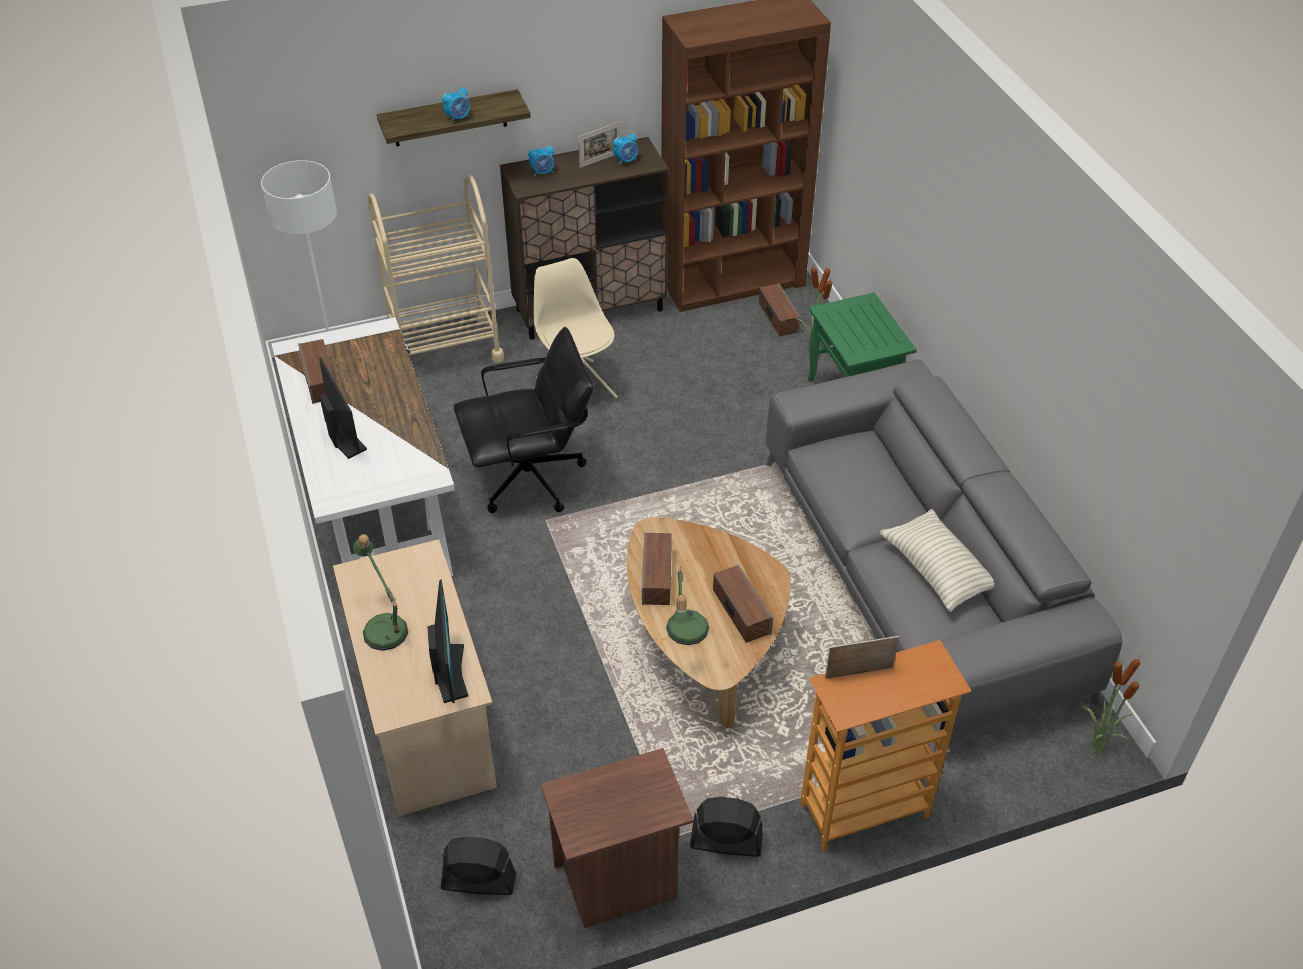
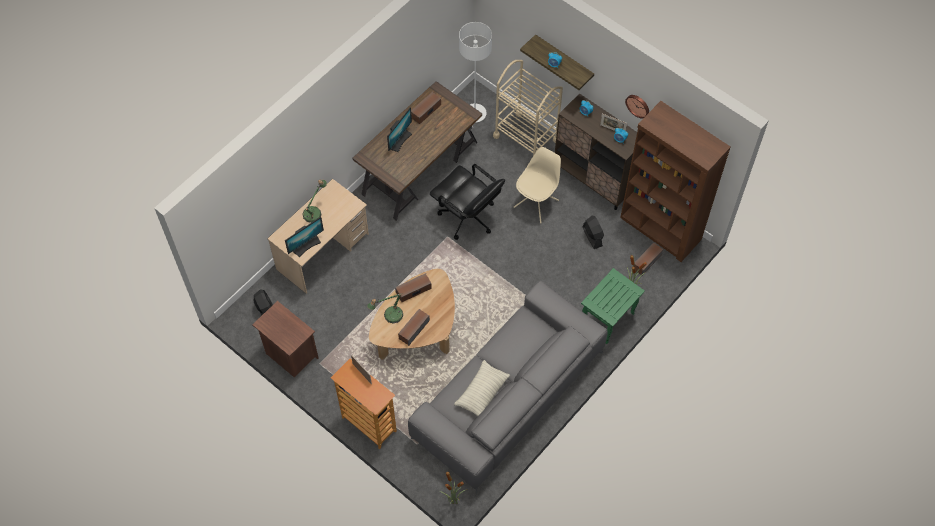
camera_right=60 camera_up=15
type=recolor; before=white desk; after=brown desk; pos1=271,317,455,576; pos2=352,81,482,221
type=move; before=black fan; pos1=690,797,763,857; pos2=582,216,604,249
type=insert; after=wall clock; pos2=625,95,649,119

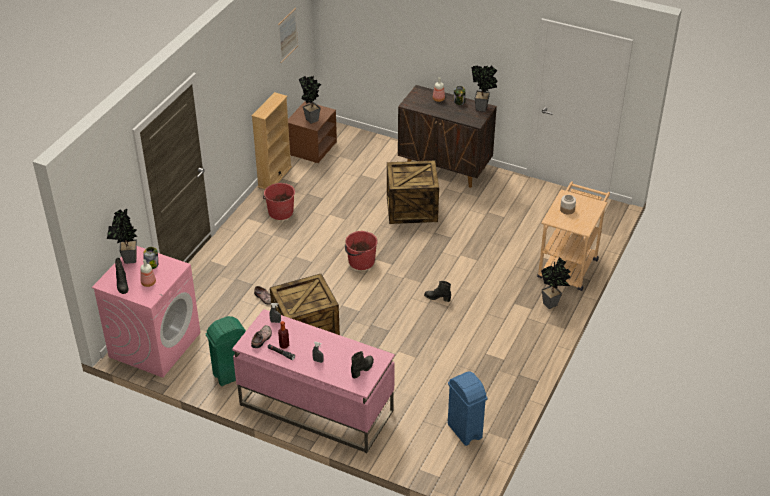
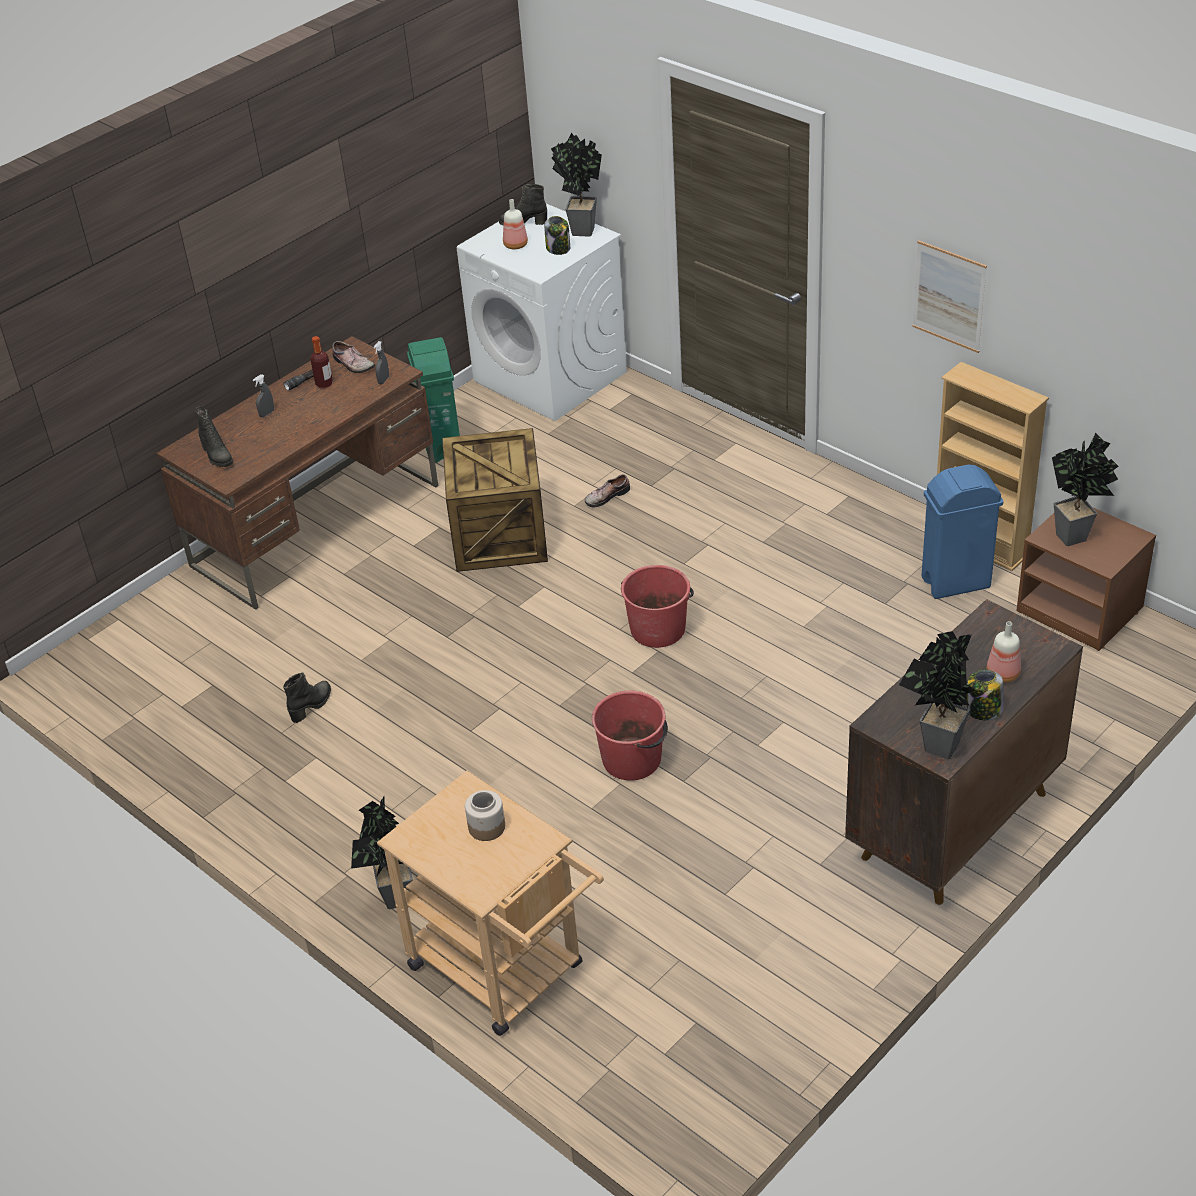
camera_right=110 camera_up=0
type=move; before=picture; pos1=278,8,298,63; pos2=912,240,987,353
type=delete; before=crate; pos1=387,161,439,224
type=move; before=red bucket; pos1=263,183,295,220; pos2=592,691,668,781
type=recolor; before=pink washing machine; after=white washing machine; pos1=92,246,201,378; pos2=457,204,627,421
type=move; before=black boot; pos1=424,281,451,302; pos2=283,672,331,723
type=recolor; before=pink desk; after=brown desk; pos1=232,309,395,453; pos2=156,336,438,610
type=move; before=blue trash can; pos1=448,371,488,446; pos2=921,465,1003,599

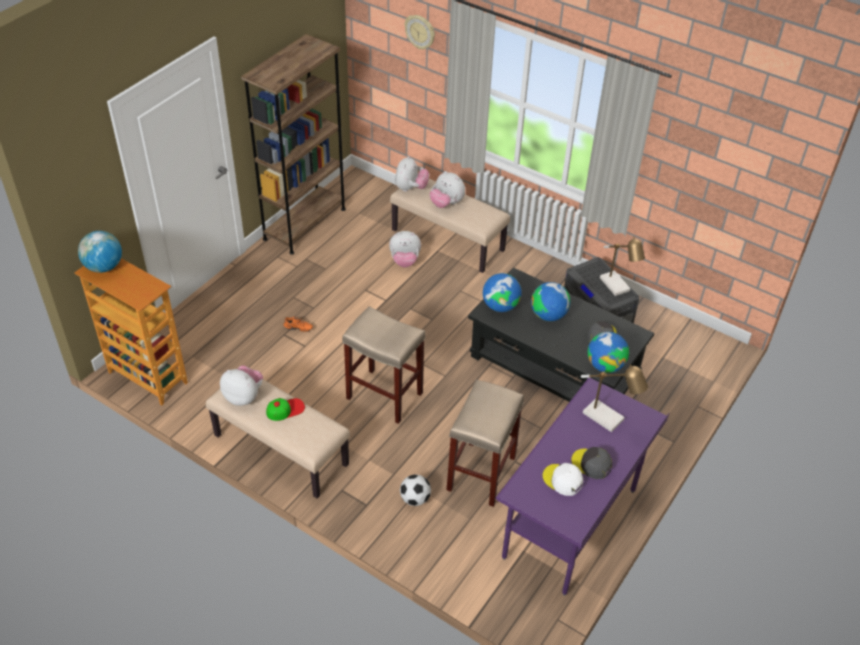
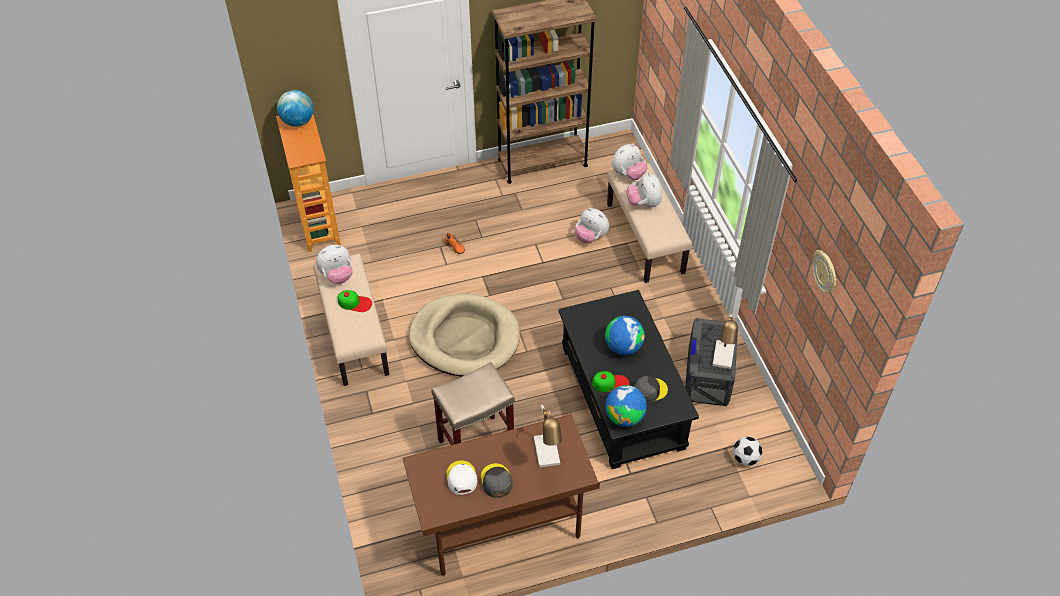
camera_right=40 camera_up=5
type=move; before=wall clock; pos1=405,15,435,49; pos2=812,250,837,293
type=delete; before=globe; pos1=483,273,522,312
type=replace; before=beige stool; after=beige dog bed; pos1=342,306,426,424; pos2=409,294,520,377
type=rotate; before=plush toy; pos1=220,365,263,406; pos2=316,245,352,284; turn=90
type=recolor; before=purple desk; after=brown desk; pos1=496,378,669,596; pos2=403,414,600,576
type=move; before=football; pos1=400,474,431,506; pos2=733,437,763,466
type=insert; after=cap; pos2=592,371,629,392

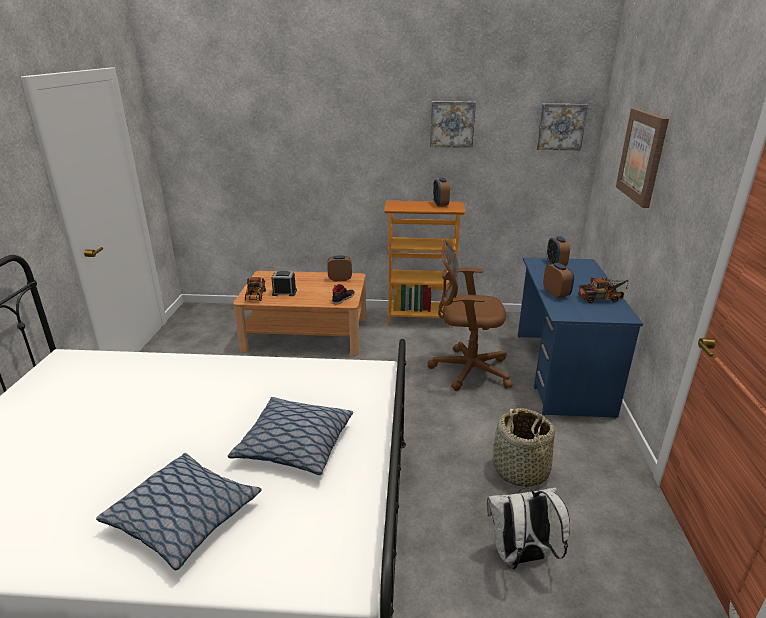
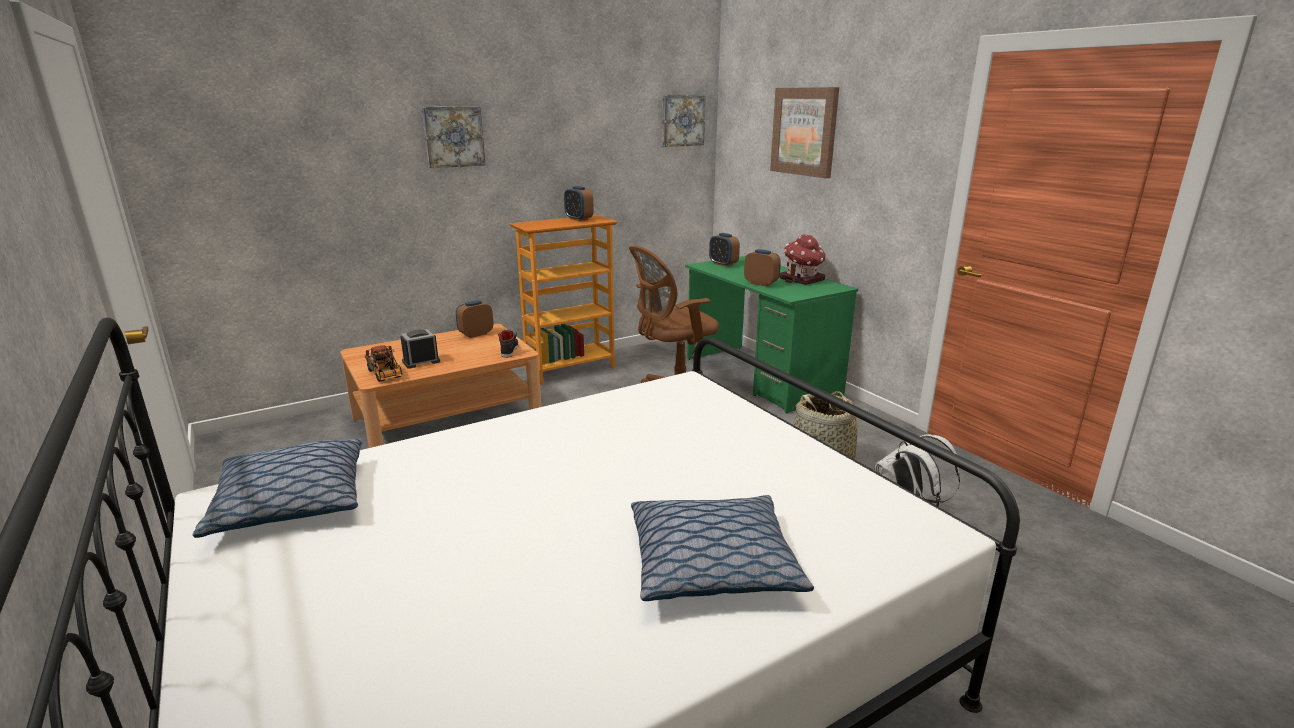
camera_right=-35 camera_up=-5
type=move; before=picture; pos1=430,101,476,148; pos2=422,106,485,168
type=recolor; before=blue desk; after=green desk; pos1=518,258,643,418; pos2=685,256,858,413
type=replace; before=toy truck; after=toy house; pos1=578,277,628,303; pos2=779,234,826,285
type=move; before=pillow; pos1=228,397,353,475; pos2=192,439,362,538

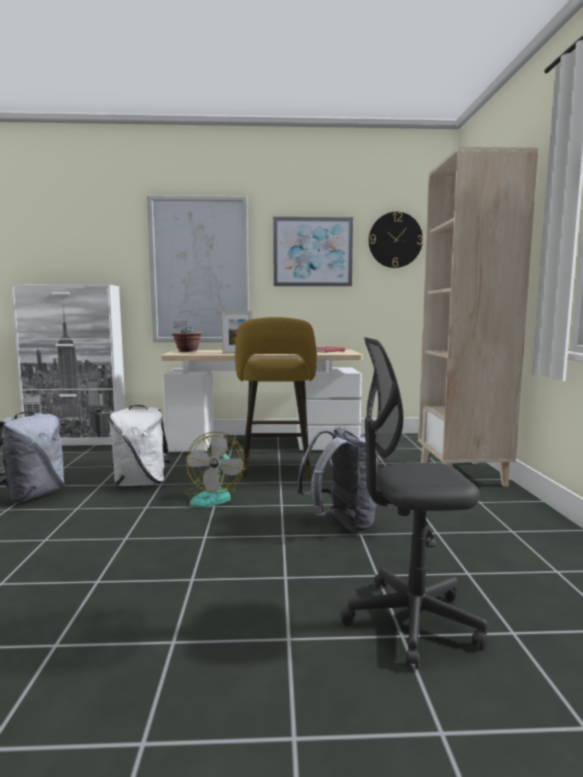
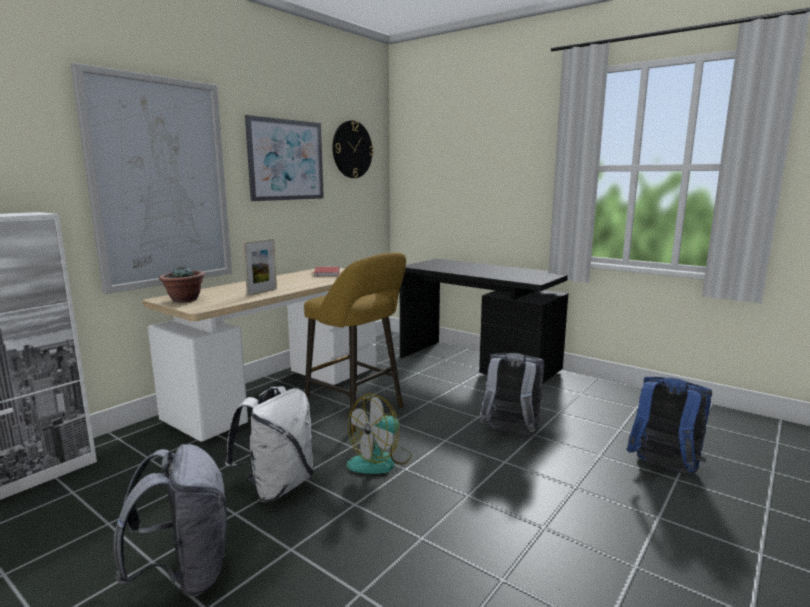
camera_right=-50 camera_up=5
type=replace; before=beige bookcase; after=black desk; pos1=418,146,539,487; pos2=400,259,568,384
type=replace; before=grey office chair; after=blue backpack; pos1=340,337,487,669; pos2=627,377,712,475
type=rotate; before=fan; pos1=184,432,246,508; pos2=347,393,412,474; turn=90

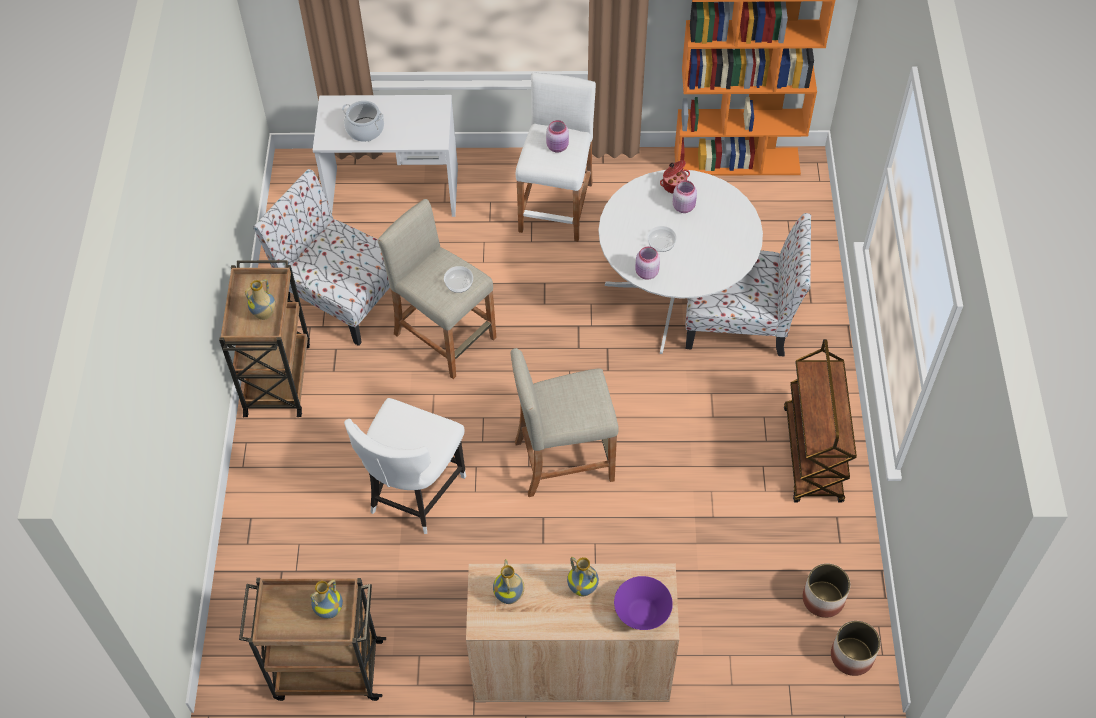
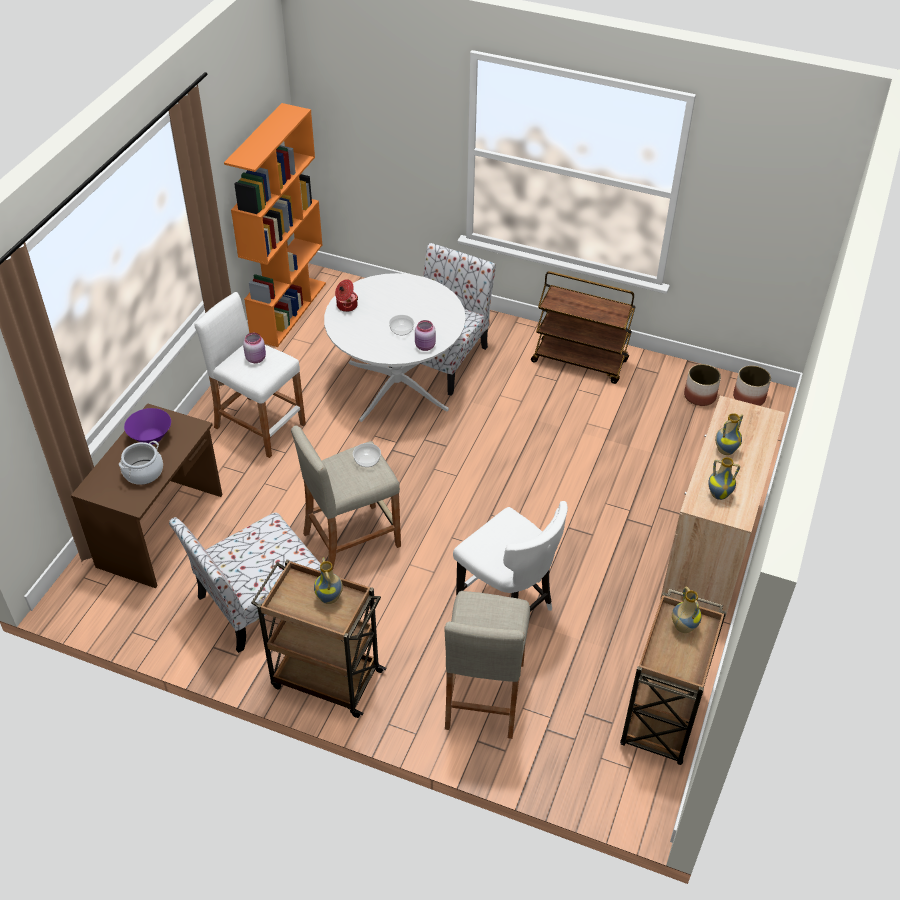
camera_right=-70 camera_up=-10
type=recolor; before=white desk; after=brown desk; pos1=313,95,458,217; pos2=71,403,222,588
type=delete; before=pink jar; pos1=673,180,697,213
type=move; before=beige stool; pos1=511,348,619,497; pos2=444,591,530,739
type=move; before=purple bowl; pos1=614,576,673,630; pos2=124,408,171,445

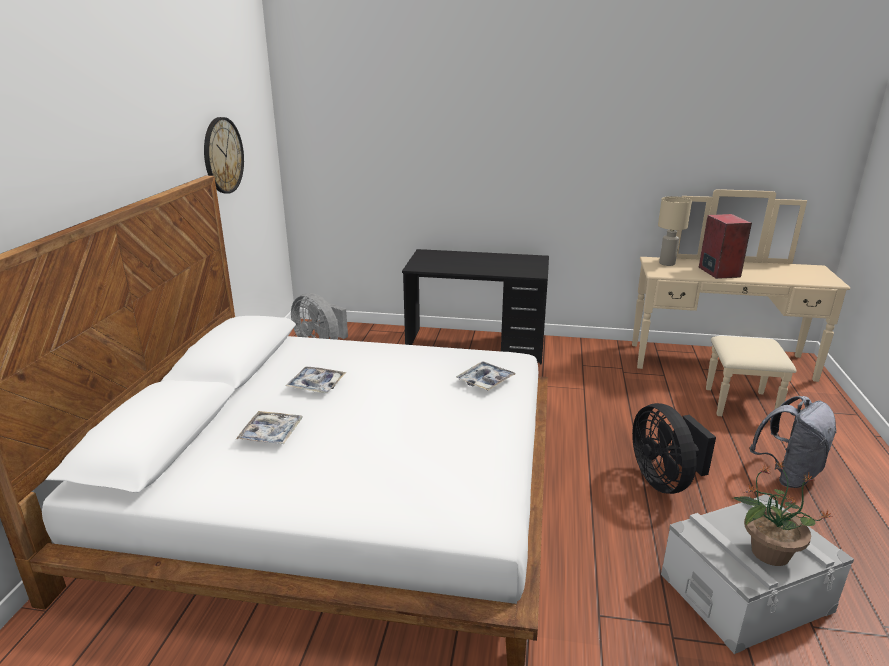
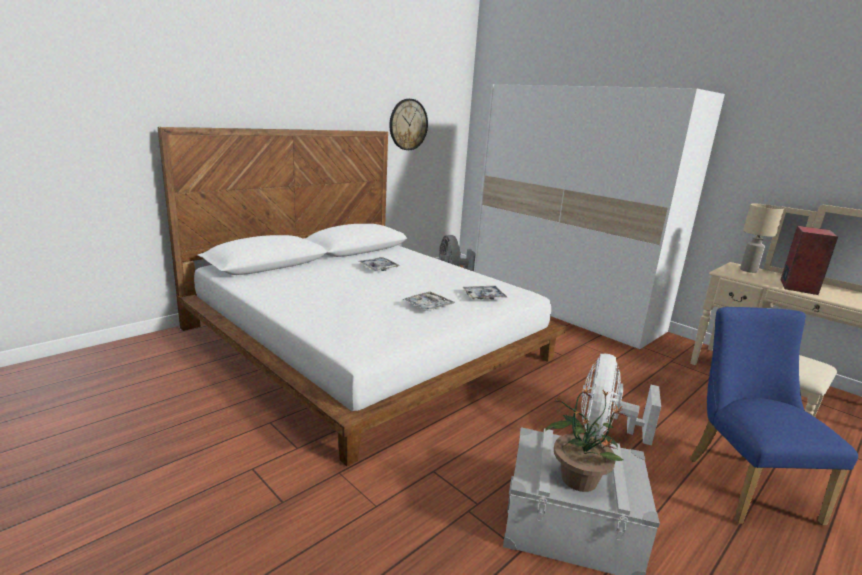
camera_right=35 camera_up=-5
type=replace; before=black desk; after=white wardrobe; pos1=402,249,549,365; pos2=474,84,725,349
type=replace; before=grey backpack; after=blue chair; pos1=750,396,837,488; pos2=690,307,858,525
type=recolor; before=black fan; after=white fan; pos1=632,403,716,494; pos2=581,354,661,446
type=move; before=tray; pos1=236,411,302,444; pos2=403,292,455,311

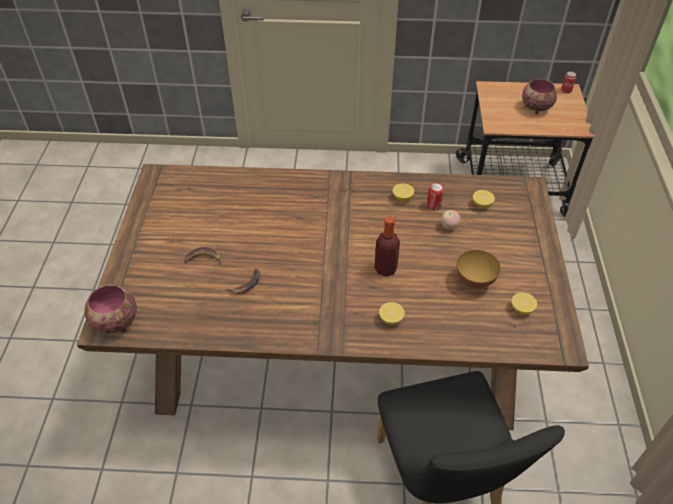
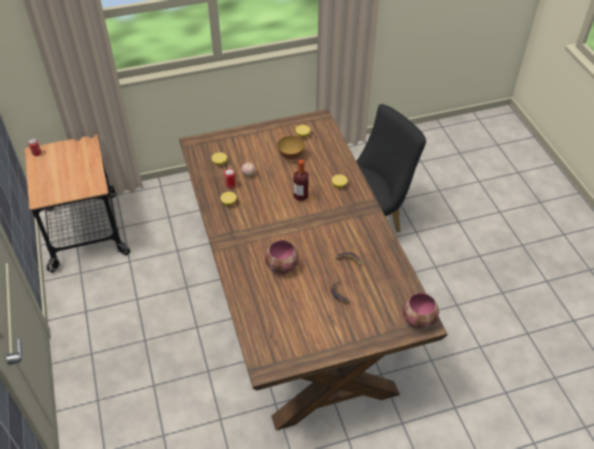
camera_right=-110 camera_up=0
type=move; before=bowl; pos1=522,79,557,114; pos2=265,240,299,275

